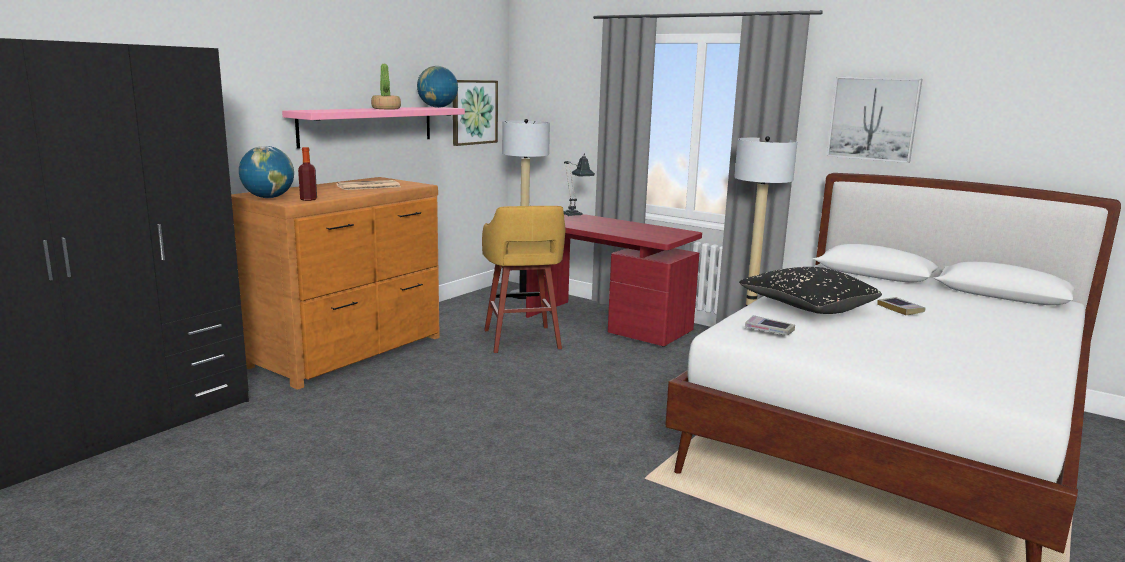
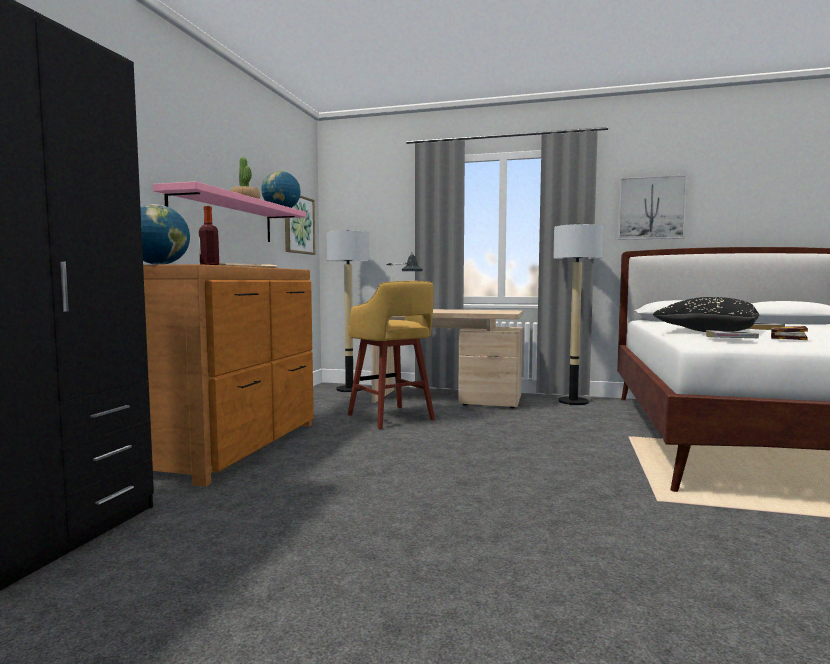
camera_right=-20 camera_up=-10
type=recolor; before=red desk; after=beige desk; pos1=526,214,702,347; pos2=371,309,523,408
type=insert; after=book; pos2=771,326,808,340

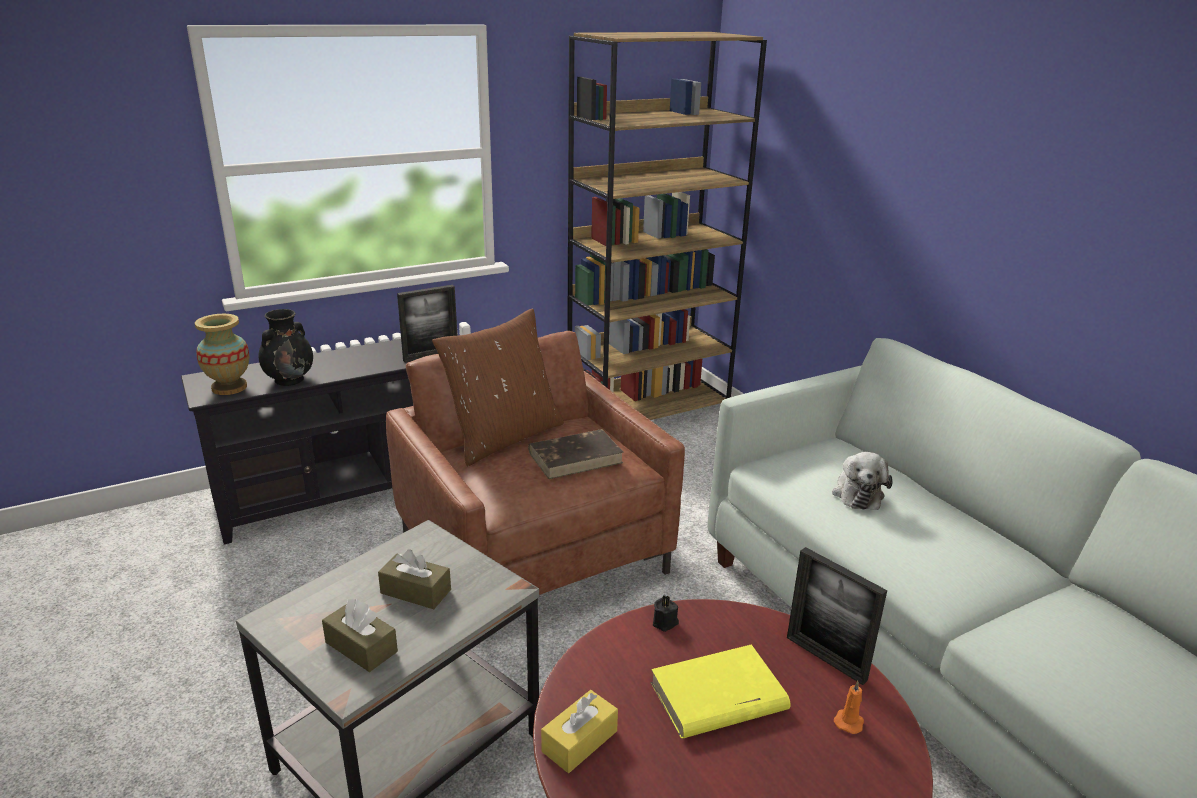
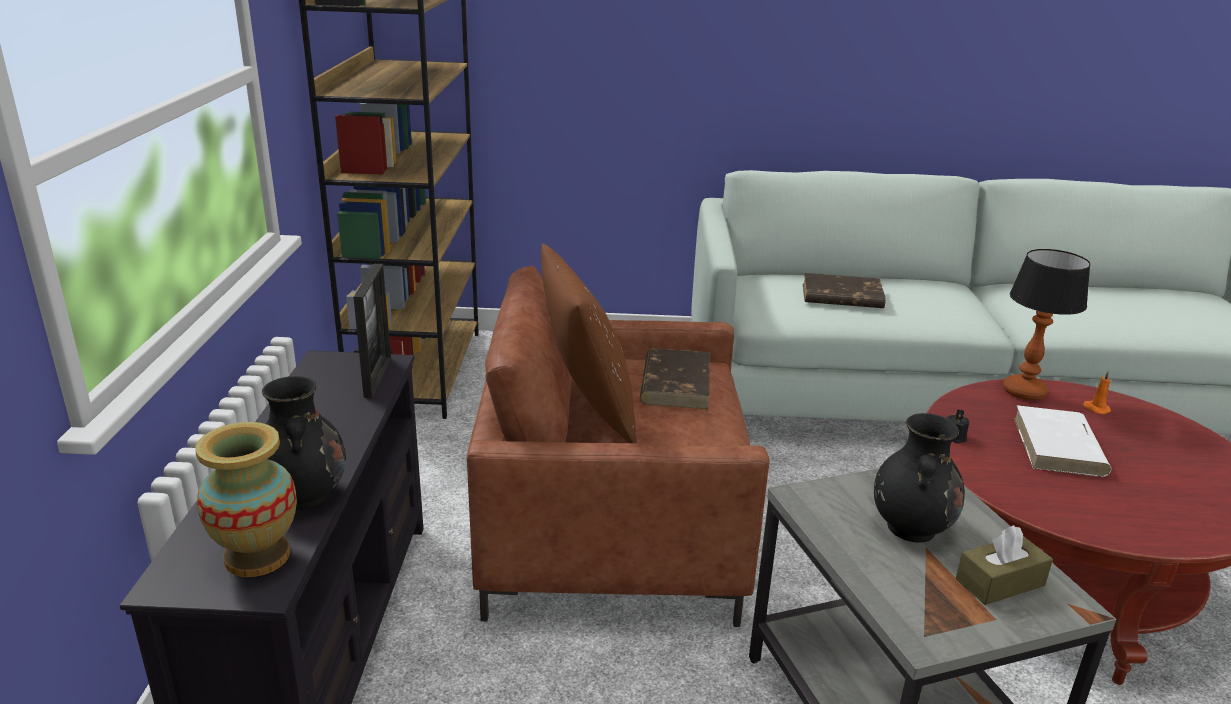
camera_right=-60 camera_up=0
type=replace; before=plush toy; after=brown book; pos1=832,452,893,510; pos2=802,273,886,308
type=replace; before=picture frame; after=table lamp; pos1=787,547,887,685; pos2=1003,249,1090,400
type=replace; before=brown tissue box; after=black vase; pos1=378,549,451,609; pos2=874,413,965,543
type=recolor; before=yellow book; after=white book; pos1=650,644,790,739; pos2=1014,405,1111,477
type=delete; before=yellow tissue box; pos1=541,690,618,773

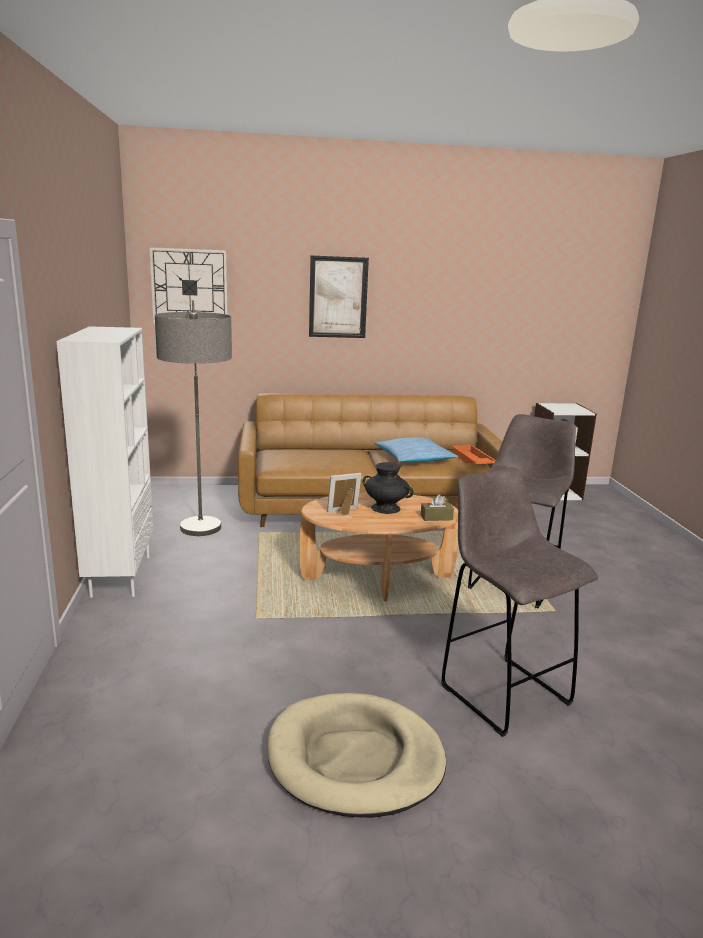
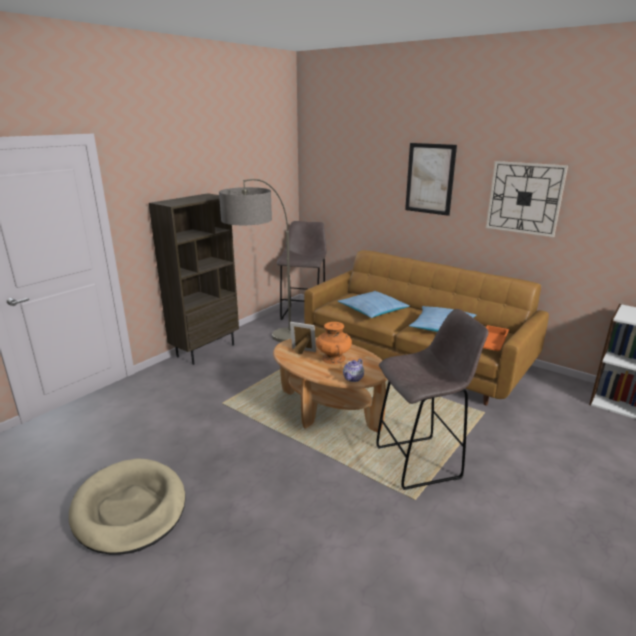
camera_right=45 camera_up=5
type=move; before=wall clock; pos1=149,247,228,324; pos2=486,161,568,237
type=recolor; before=white bookcase; after=brown bookcase; pos1=57,326,154,598; pos2=149,193,239,365
type=recolor; before=black vase; after=orange vase; pos1=362,462,414,514; pos2=316,322,352,364
type=move; before=grey stool; pos1=441,467,598,737; pos2=277,221,326,320
type=replace; before=brown tissue box; after=teapot; pos1=421,495,454,521; pos2=343,359,364,382
type=insert; after=pillow; pos2=338,291,410,318

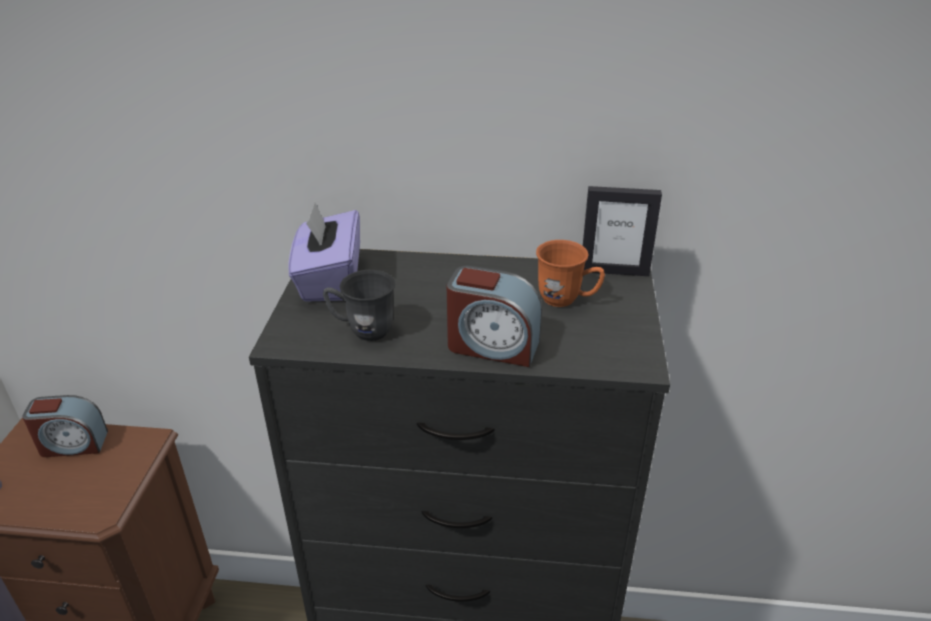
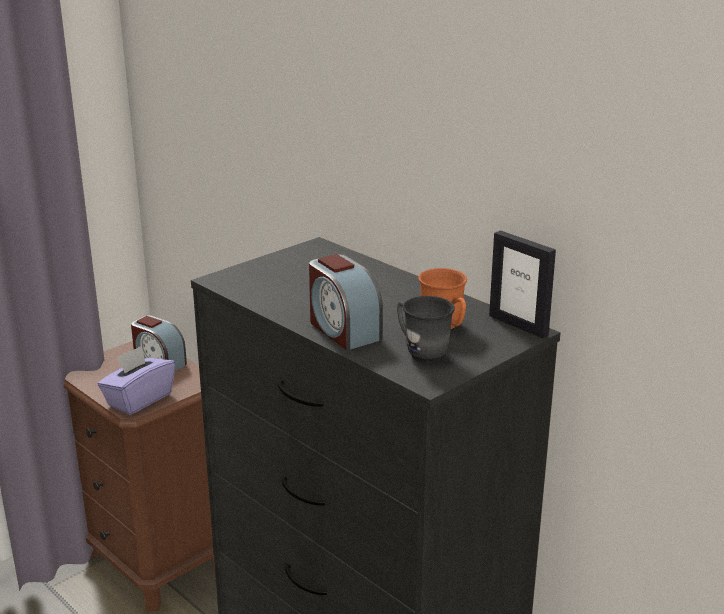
camera_right=40 camera_up=-10
type=move; before=purple tissue box; pos1=288,202,360,302; pos2=97,346,175,415
type=move; before=grey mug; pos1=323,270,395,341; pos2=397,296,455,363

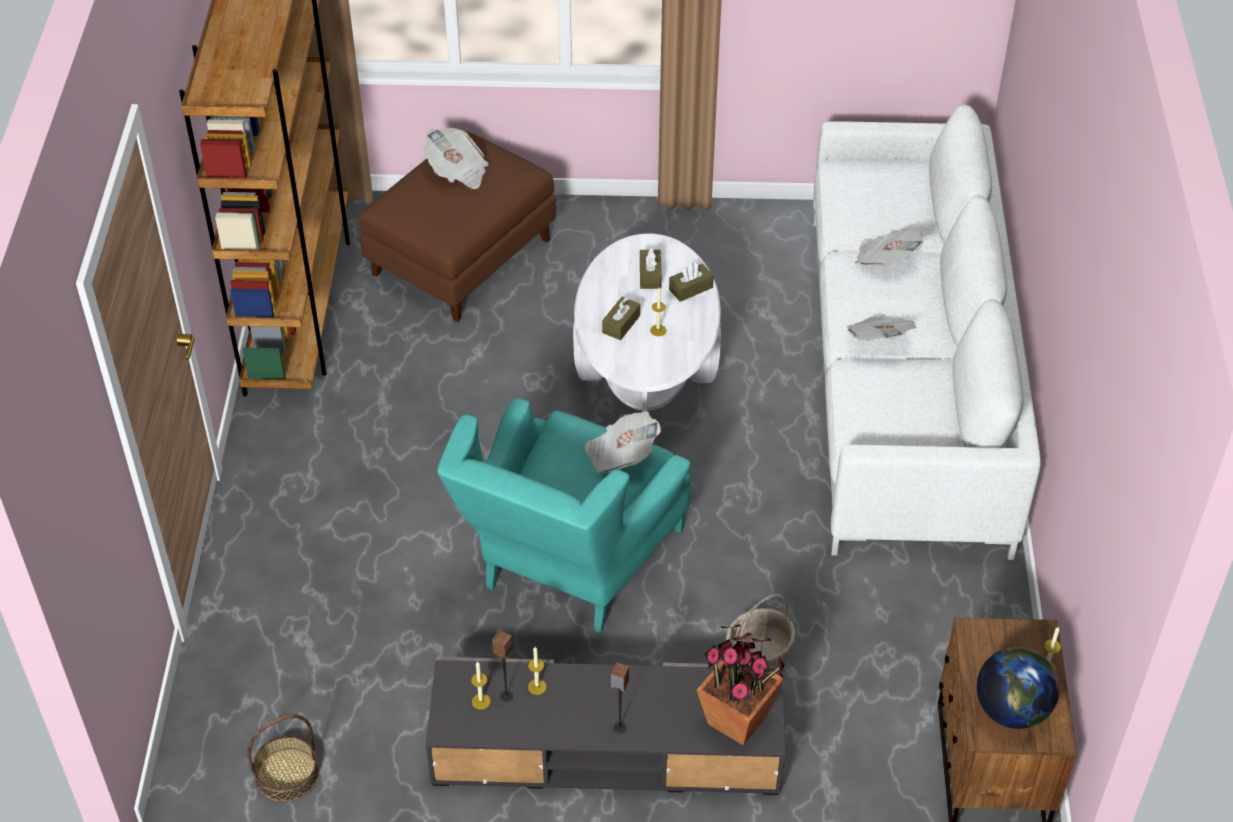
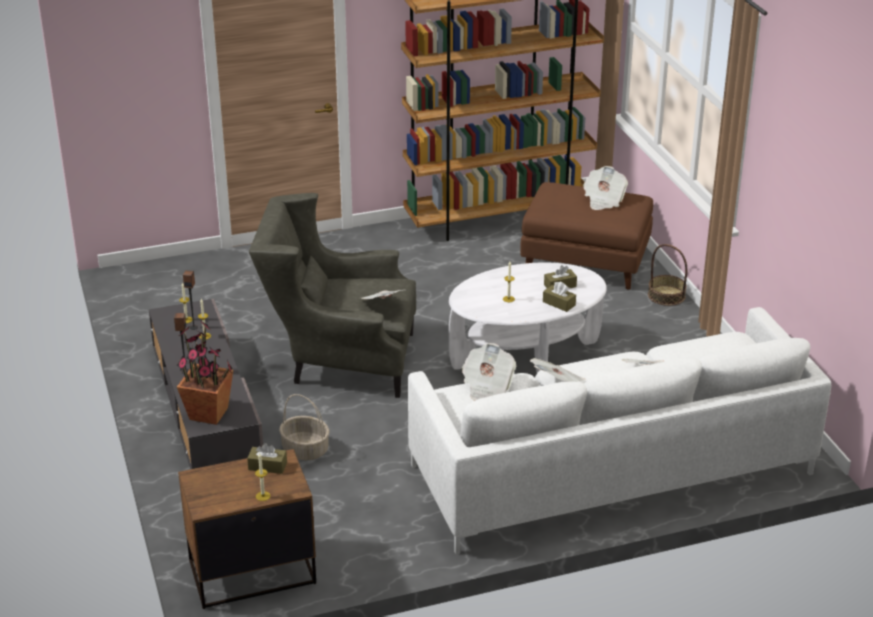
camera_right=70 camera_up=-15
type=move; before=brown tissue box; pos1=602,297,640,340; pos2=247,443,287,474
type=recolor; before=turquoise armchair; after=grey armchair; pos1=437,398,691,633; pos2=249,193,416,398
type=delete; before=globe; pos1=977,647,1059,729
type=move; before=basket; pos1=247,714,319,802; pos2=648,244,687,306
type=insert; after=newspaper; pos2=462,343,517,401

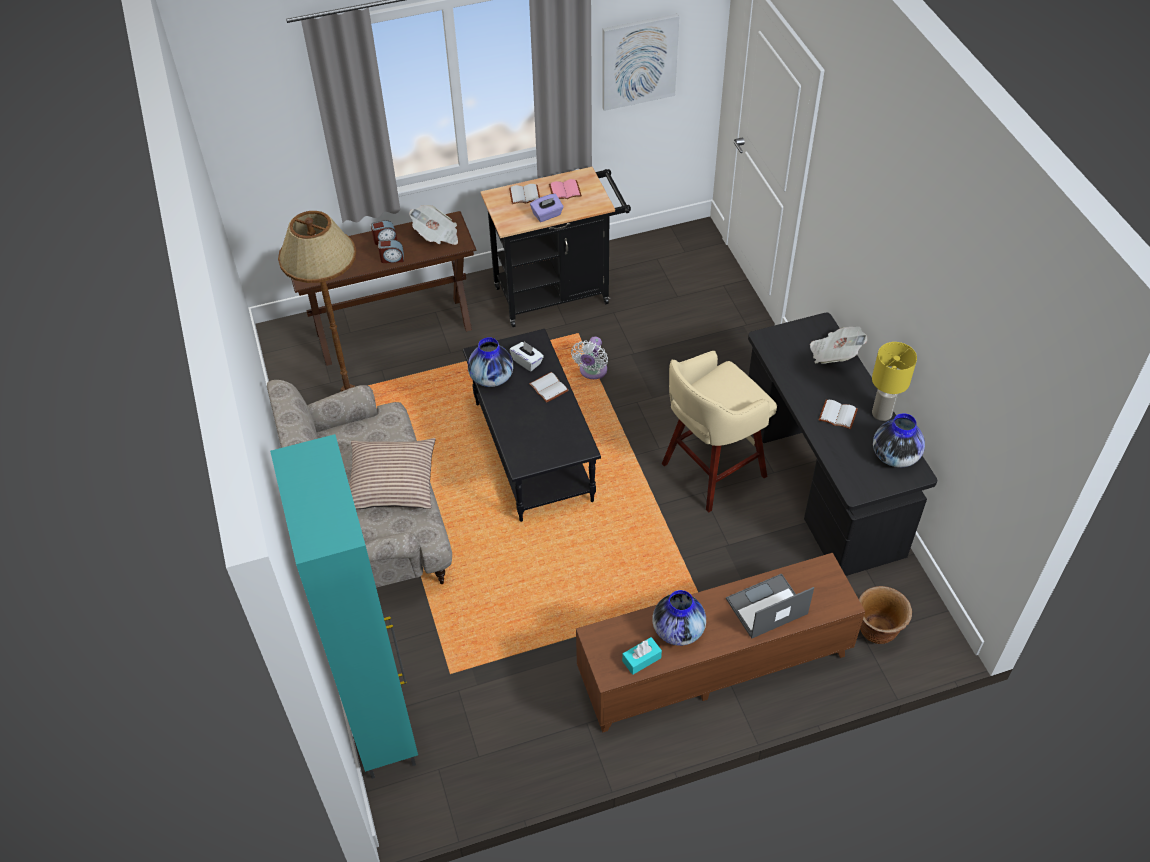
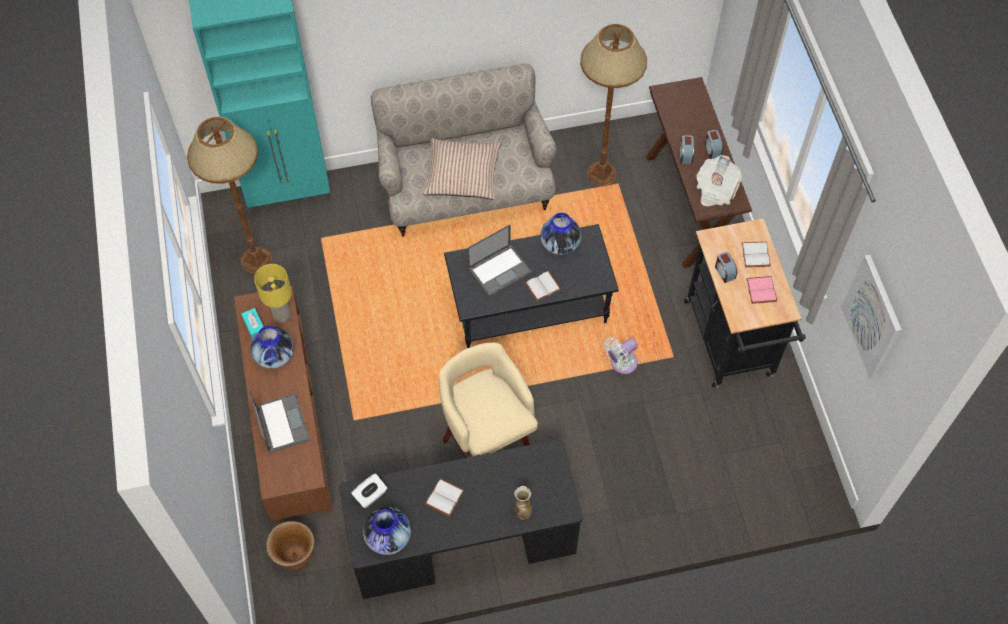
camera_right=95 camera_up=10
type=replace; before=purple tissue box; after=alarm clock; pos1=530,194,564,222; pos2=715,252,737,283
type=replace; before=newspaper; after=vase; pos1=810,327,867,364; pos2=514,486,532,520
type=rotate; before=white fan; pos1=571,336,608,379; pos2=604,337,638,374; turn=-60
type=move; before=white tissue box; pos1=510,341,544,371; pos2=351,474,387,508
type=move; before=yellow table lamp; pos1=872,342,917,421; pos2=254,264,292,323
type=insert; after=brown floor lamp; pos2=187,117,272,274
type=insert; after=laptop; pos2=467,224,532,297

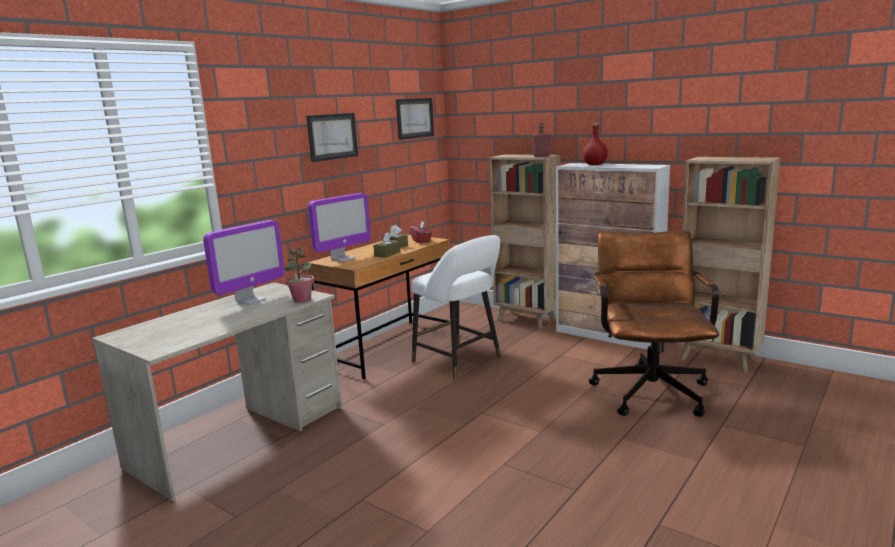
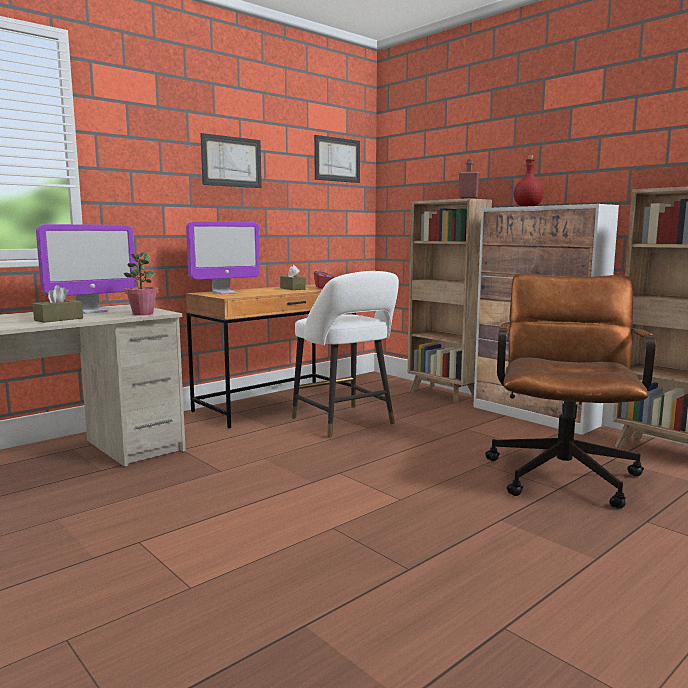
camera_right=10 camera_up=-5
type=move; before=brown tissue box; pos1=373,232,400,258; pos2=32,285,83,323

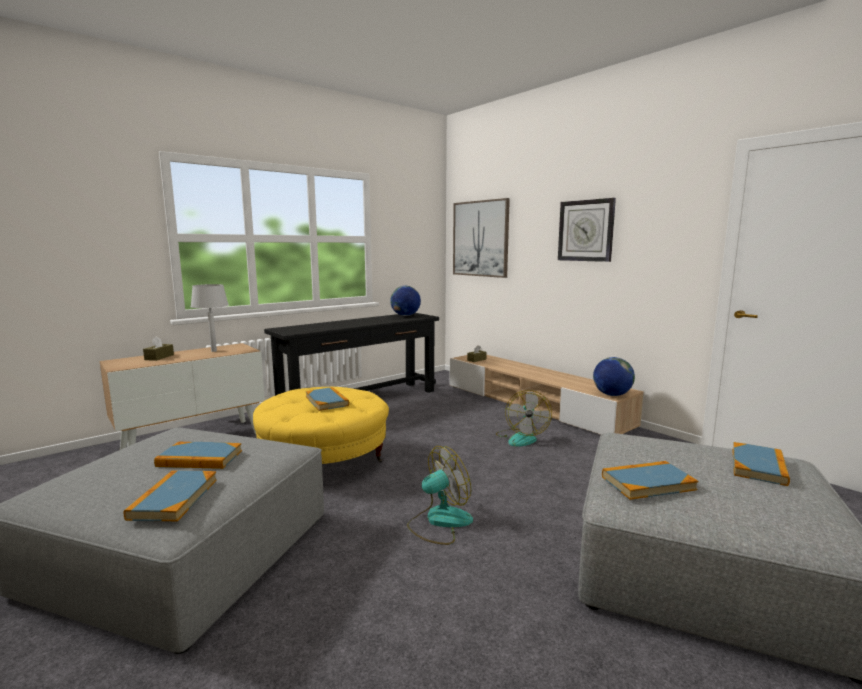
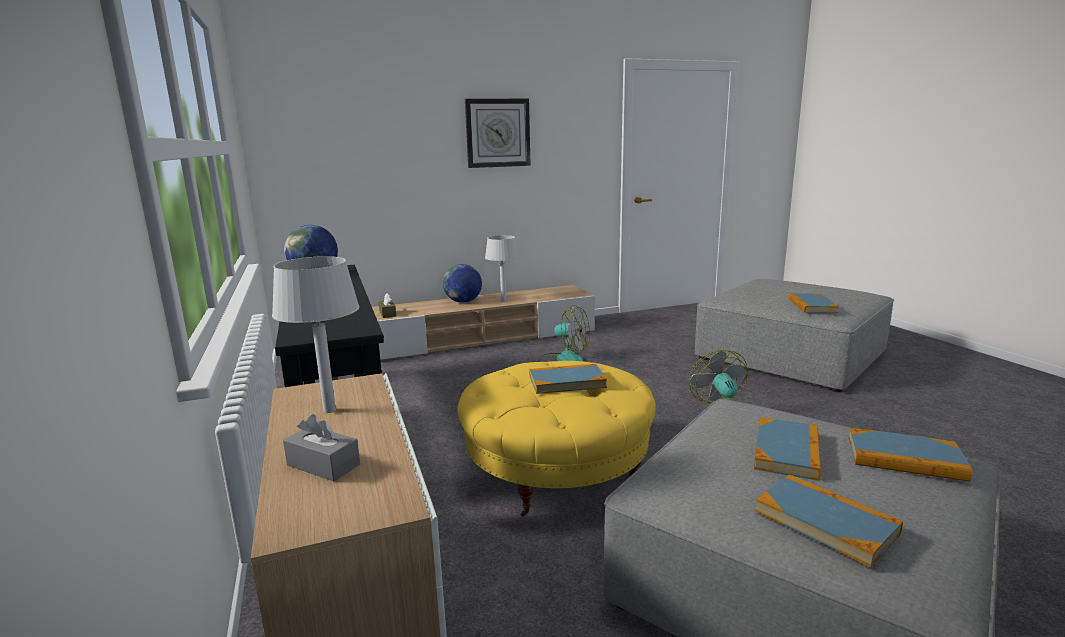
camera_right=-70 camera_up=5
type=delete; before=picture; pos1=453,198,510,278
type=recolor; before=brown tissue box; after=grey tissue box; pos1=143,336,174,361; pos2=283,414,360,482
type=move; before=globe; pos1=593,357,635,396; pos2=443,264,482,303
type=move; before=book; pos1=732,442,790,486; pos2=755,474,903,567
type=insert; after=grey table lamp; pos2=485,235,519,302

